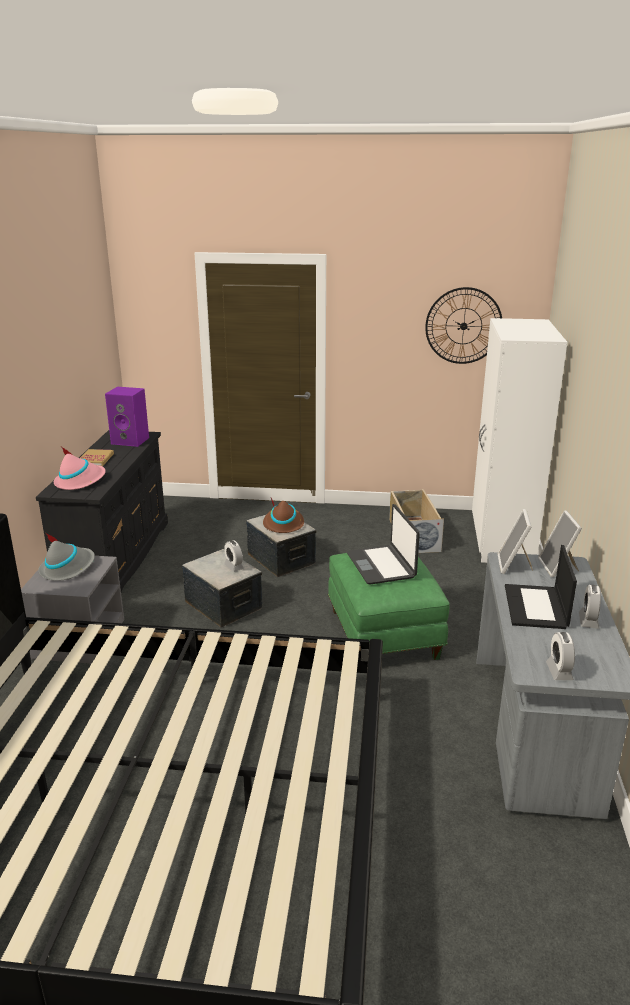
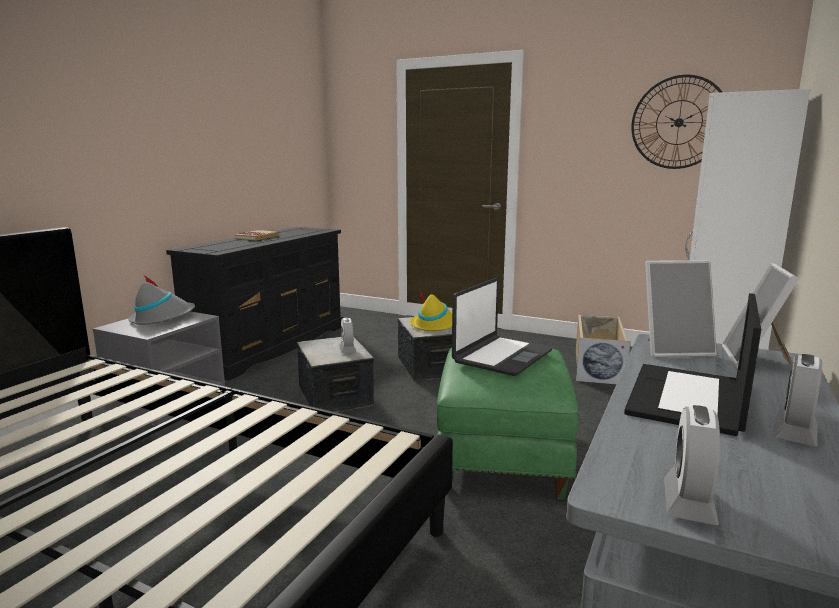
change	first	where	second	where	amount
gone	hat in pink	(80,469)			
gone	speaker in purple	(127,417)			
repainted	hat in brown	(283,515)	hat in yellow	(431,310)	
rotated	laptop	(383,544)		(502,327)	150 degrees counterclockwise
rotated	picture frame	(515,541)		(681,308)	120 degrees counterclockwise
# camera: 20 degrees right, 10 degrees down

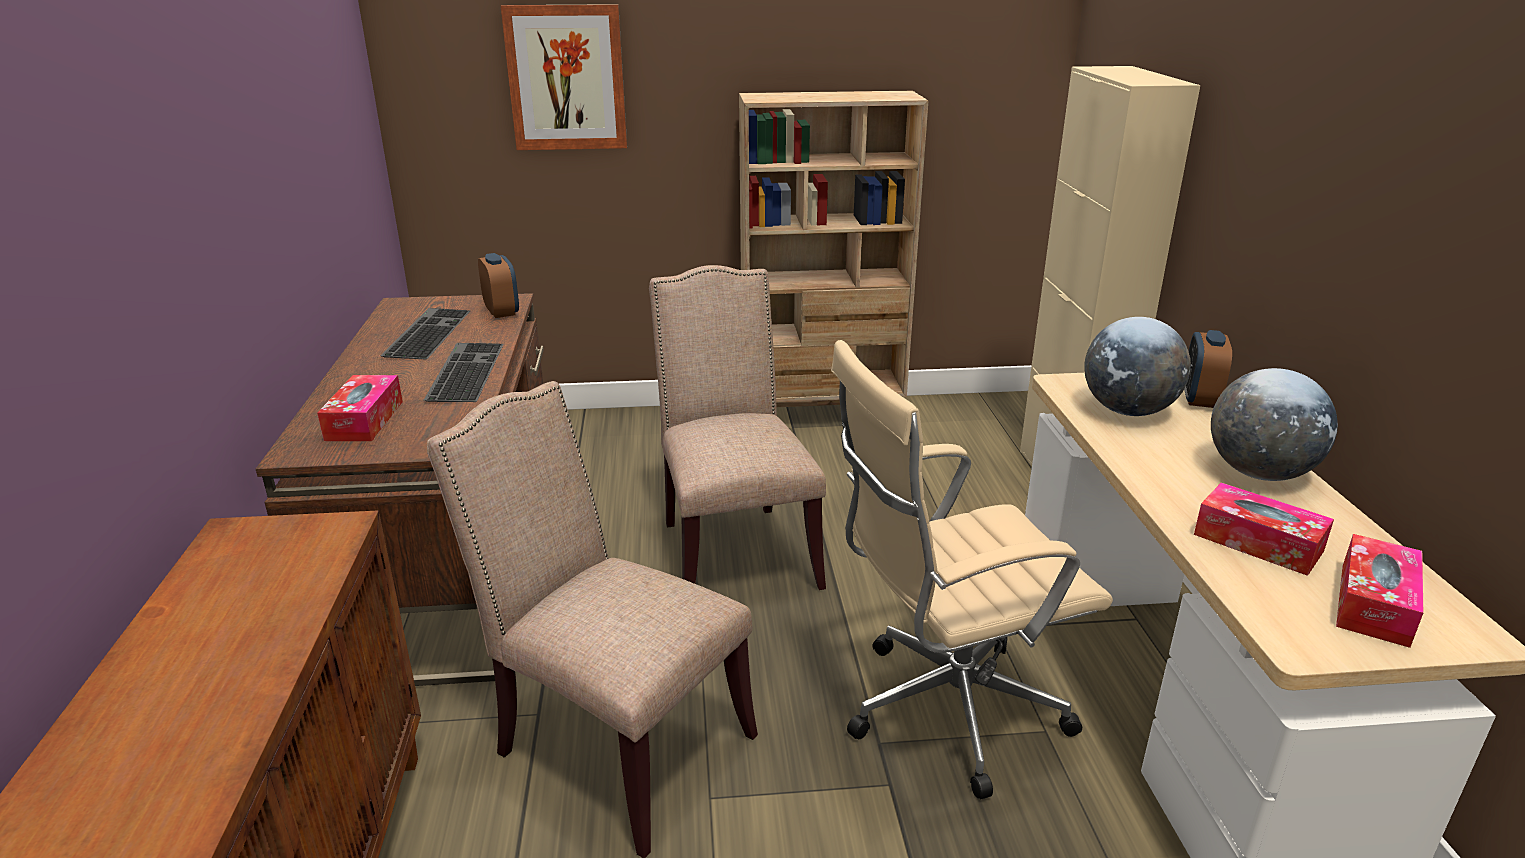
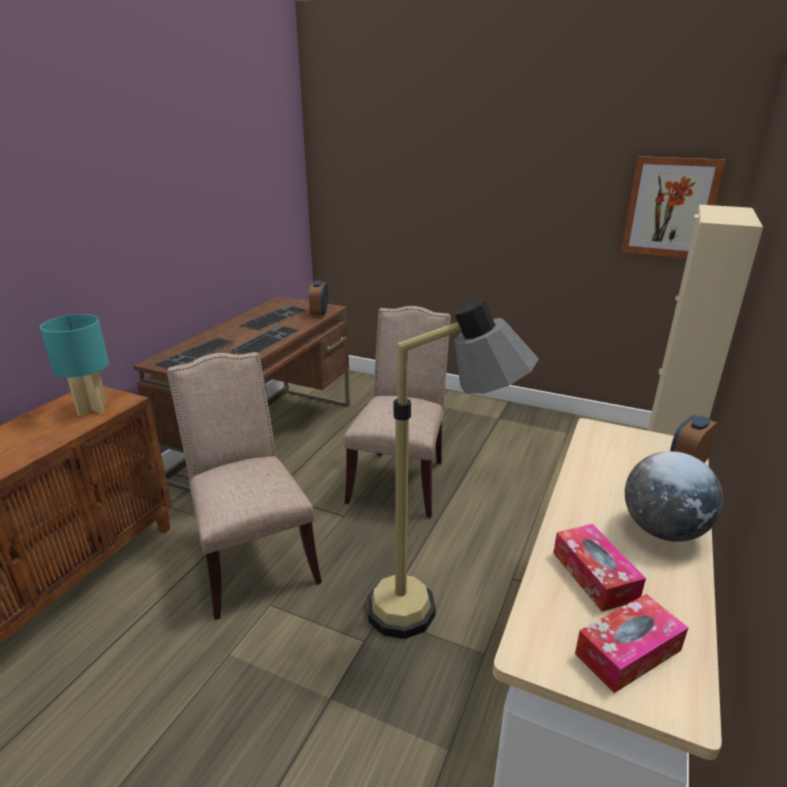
change	first	where	second	where	amount
swapped	tissue box	(360,408)	keyboard	(195,353)	
shifted	picture	(564,77)		(673,207)	
gone	bookcase in beige	(833,249)			
swapped	office chair in beige	(972,569)	floor lamp	(452,468)	
gone	globe	(1137,366)			
new			table lamp in turquoise	(74,365)	
# camera: 30 degrees right, 0 degrees up

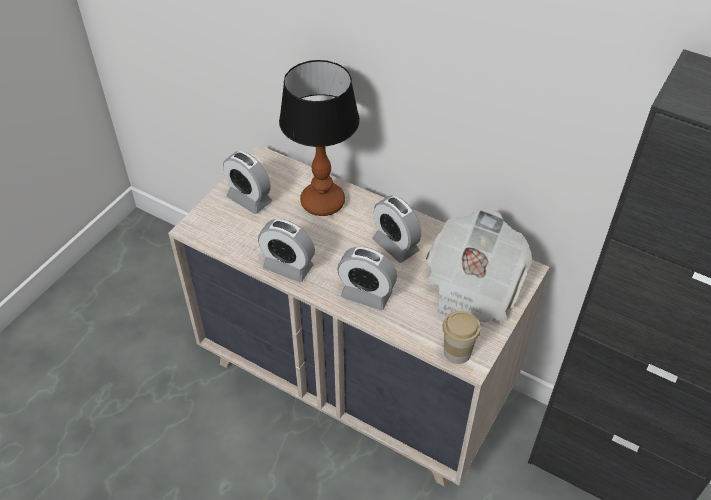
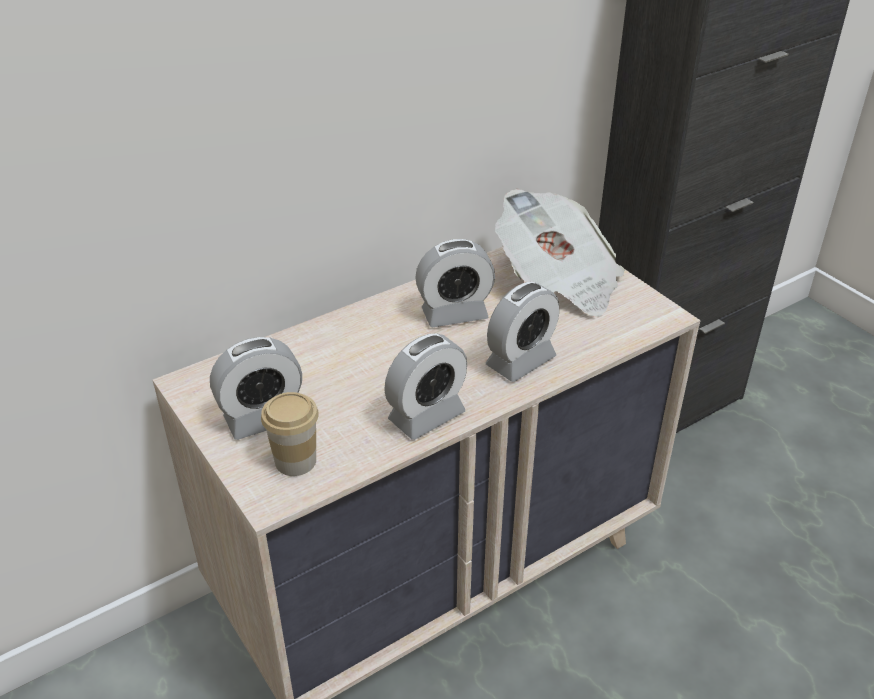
change	first	where	second	where	amount
gone	table lamp	(319,138)			
shifted	cup	(461,337)		(290,434)	
# camera: 65 degrees left, 10 degrees down

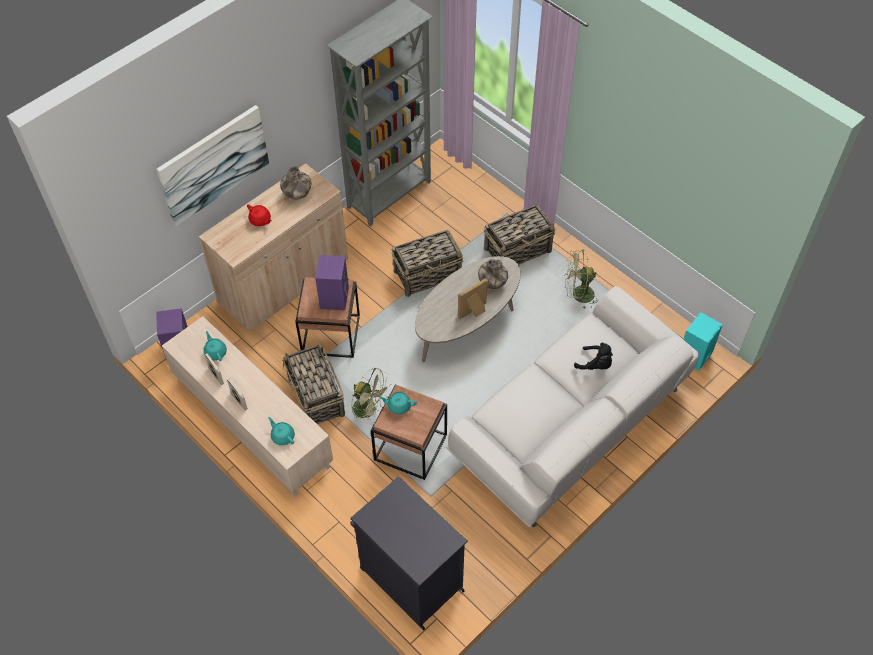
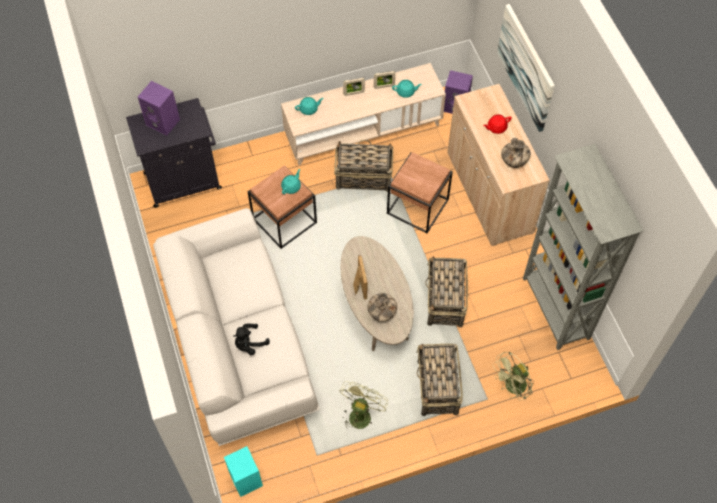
change	first	where	second	where	amount
shifted	speaker in purple	(332,282)		(159,108)	
shifted	fan in green	(371,394)		(513,376)	
# camera: 115 degrees right, 5 degrees up

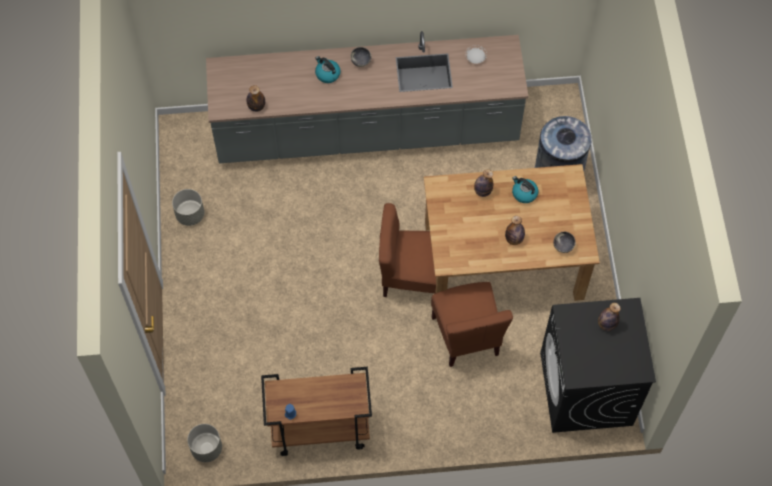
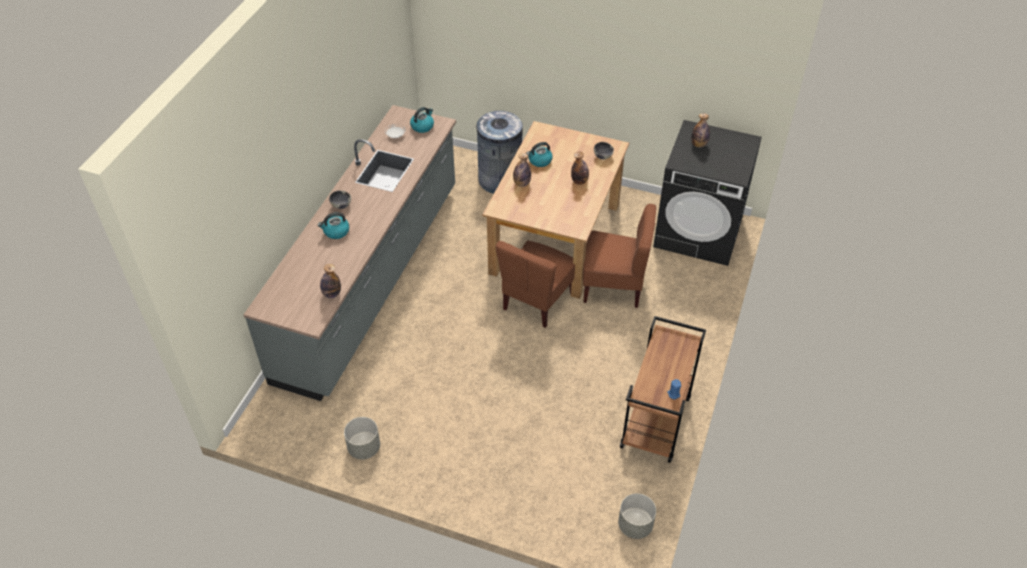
change	first	where	second	where	amount
new			kettle	(422,120)	
# camera: 65 degrees left, 15 degrees down

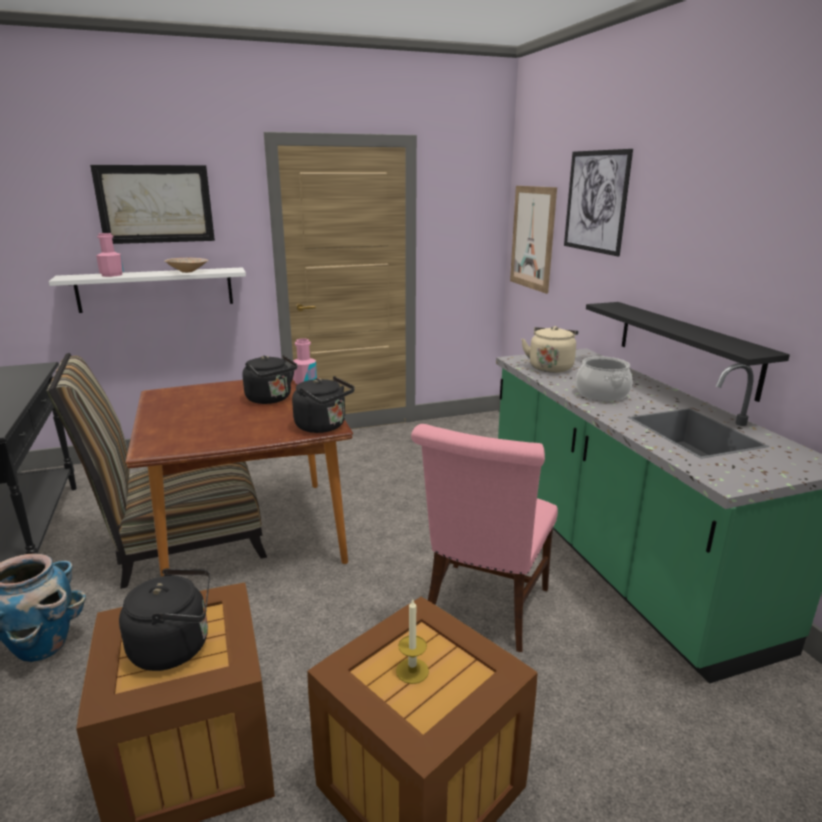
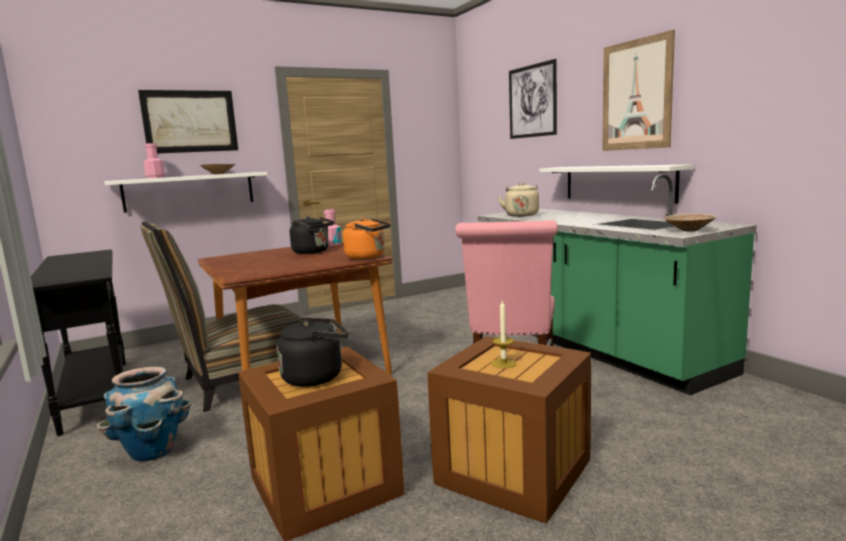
change	first	where	second	where	amount
repainted	kettle in black	(323,404)	kettle in orange	(367,239)	
shifted	picture	(533,240)		(638,90)	
gone	cooking pot	(604,378)			
repainted	shelf in black	(688,352)	shelf in white	(616,184)	
new			bowl in beige	(690,222)	
# camera: 10 degrees left, 10 degrees down

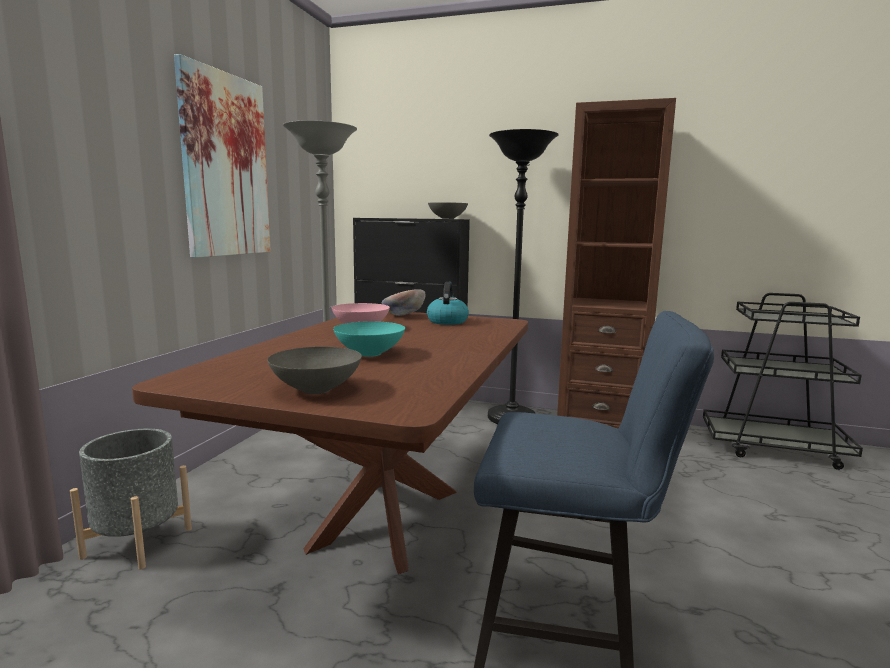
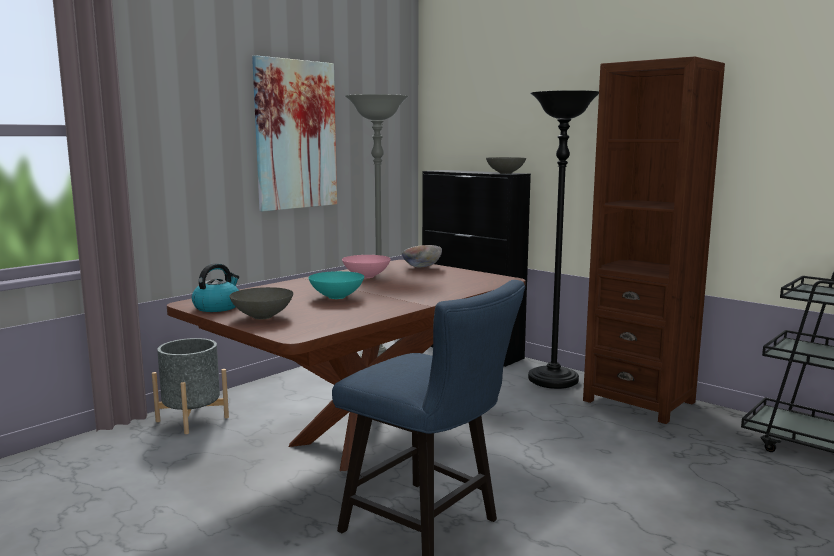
change	first	where	second	where	amount
shifted	kettle	(448,303)		(215,287)	
# camera: 25 degrees right, 0 degrees up

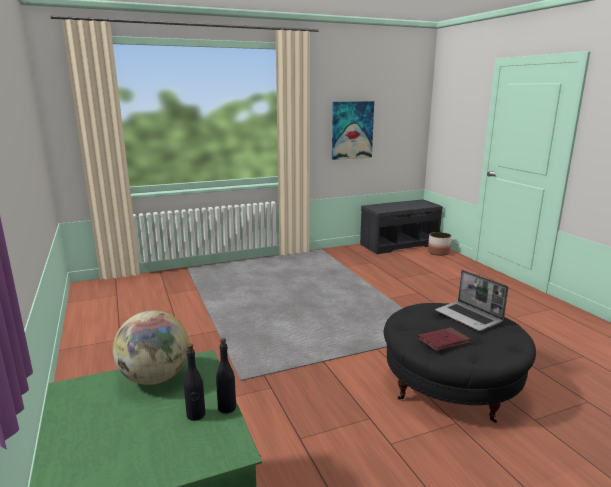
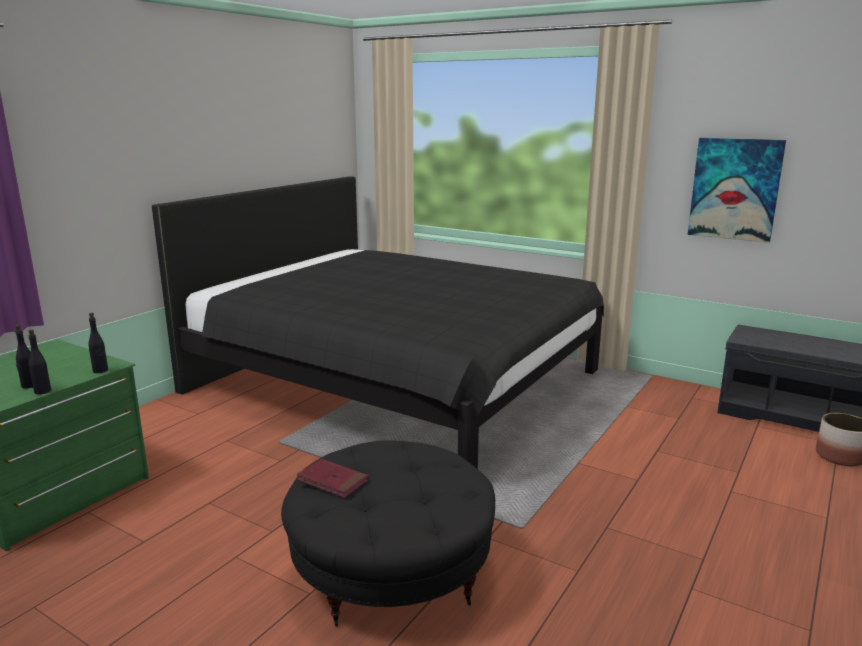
change	first	where	second	where	amount
gone	globe	(151,348)			
gone	laptop	(471,300)			
new			bottle in black	(98,343)	
new			bed in black	(378,322)	
# camera: 55 degrees right, 0 degrees up

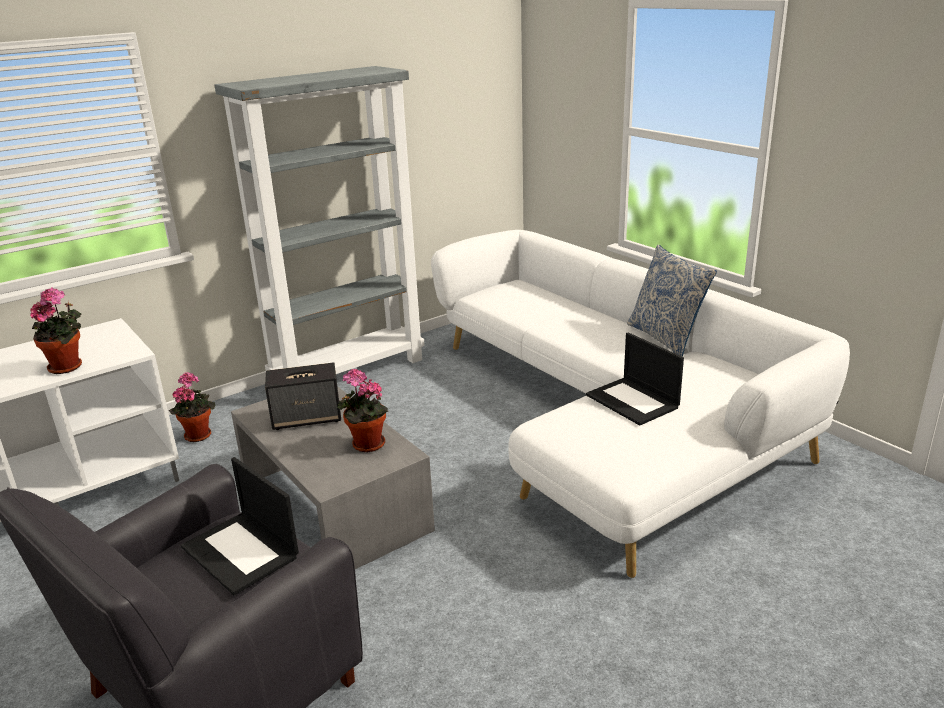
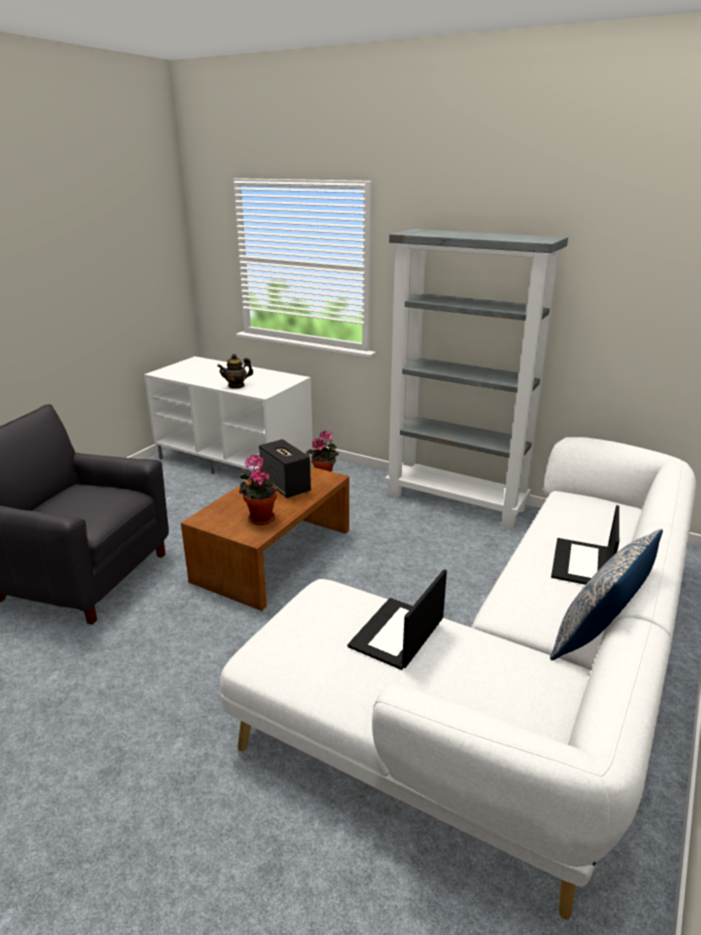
change	first	where	second	where	amount
swapped	potted plant	(56,330)	teapot	(235,371)	
shifted	laptop	(240,526)		(585,545)	
repainted	coffee table in grey	(333,477)	coffee table in brown	(265,538)	
# camera: 65 degrees right, 0 degrees up

